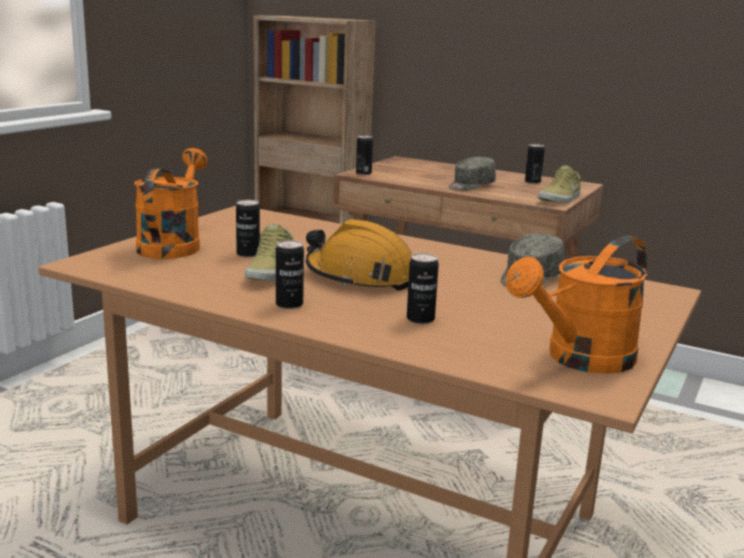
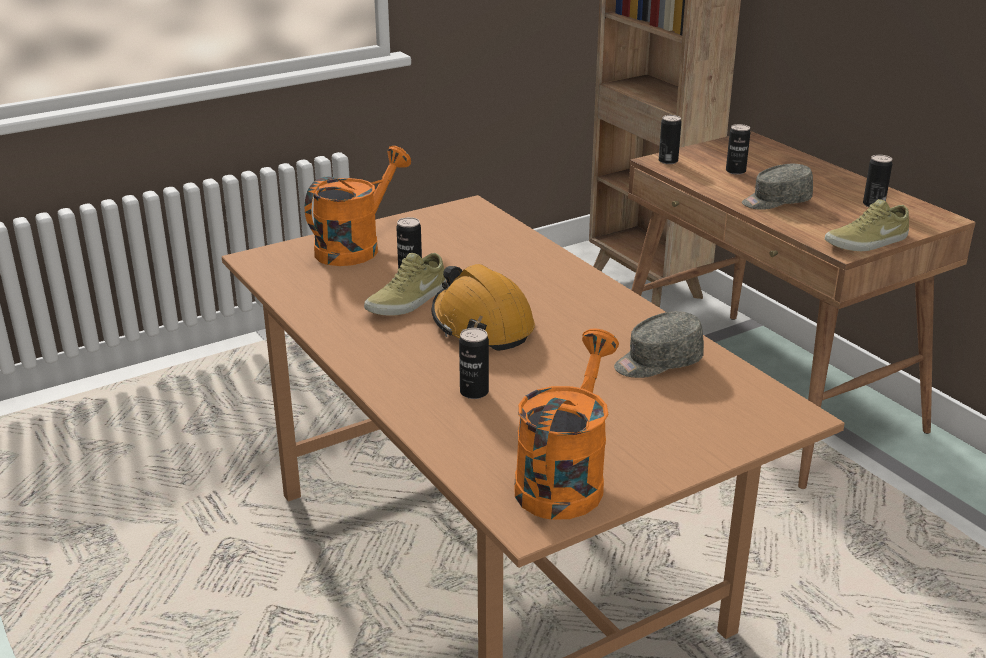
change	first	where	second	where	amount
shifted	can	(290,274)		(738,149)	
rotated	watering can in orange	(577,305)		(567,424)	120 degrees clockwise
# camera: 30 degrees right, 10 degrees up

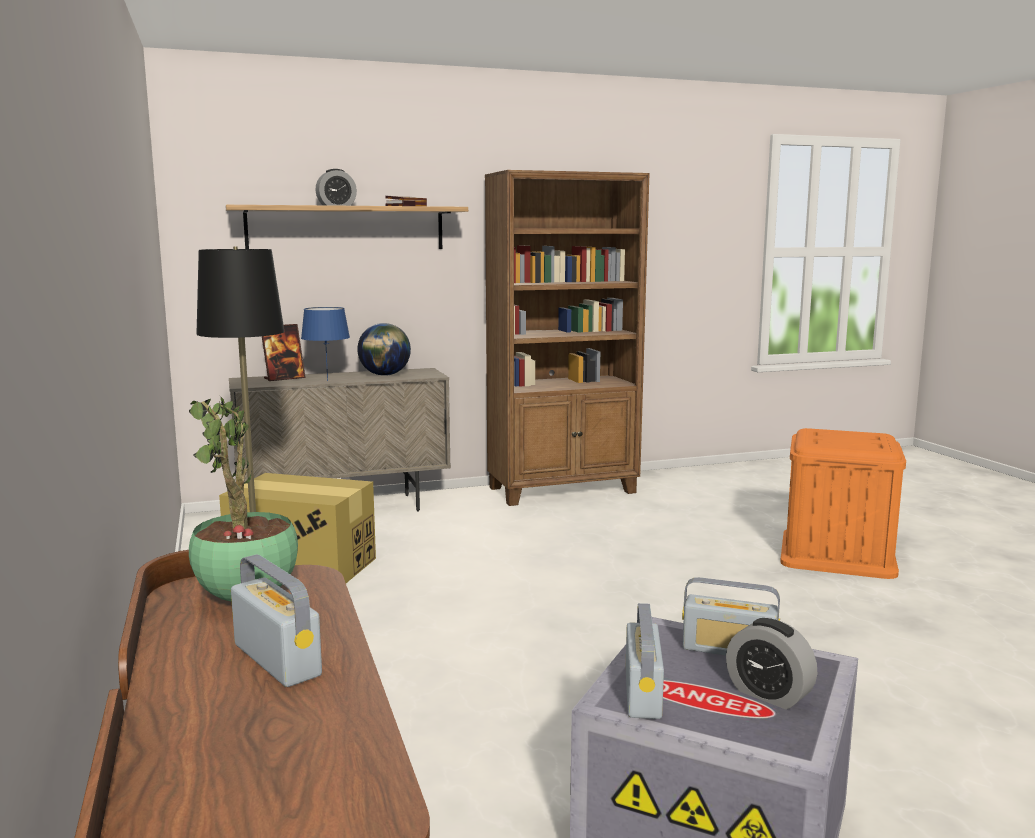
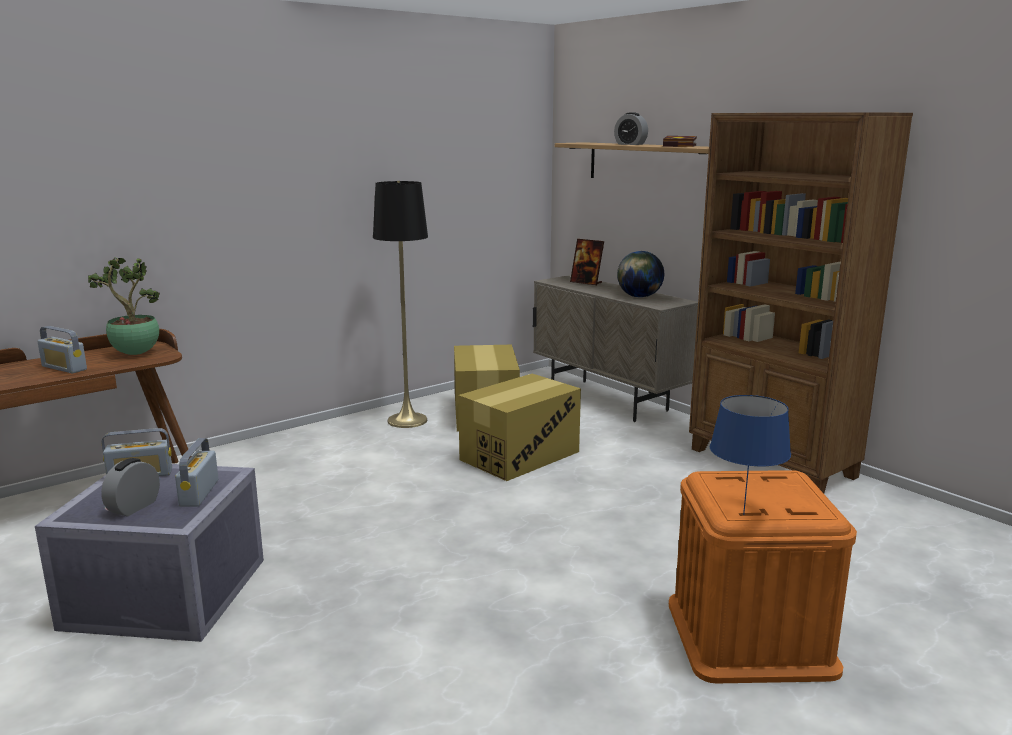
change	first	where	second	where	amount
rotated	radio	(276,620)		(62,349)	90 degrees clockwise
shifted	table lamp in blue	(325,344)		(750,455)	
new			cardboard box	(519,427)	
# camera: 70 degrees right, 5 degrees up

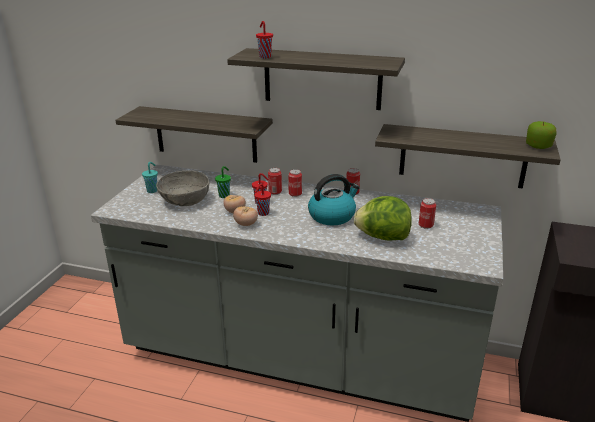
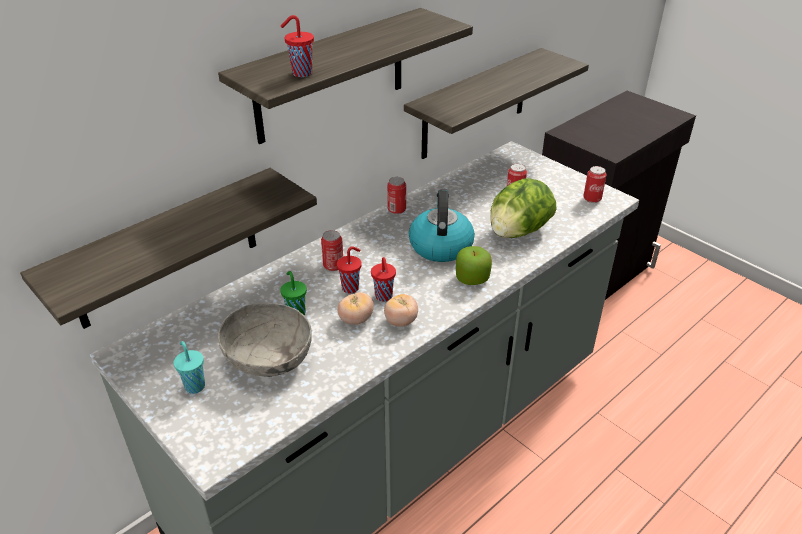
change	first	where	second	where	amount
shifted	can	(295,183)		(595,184)	
shifted	apple	(541,135)		(474,265)	
# camera: 60 degrees left, 10 degrees up

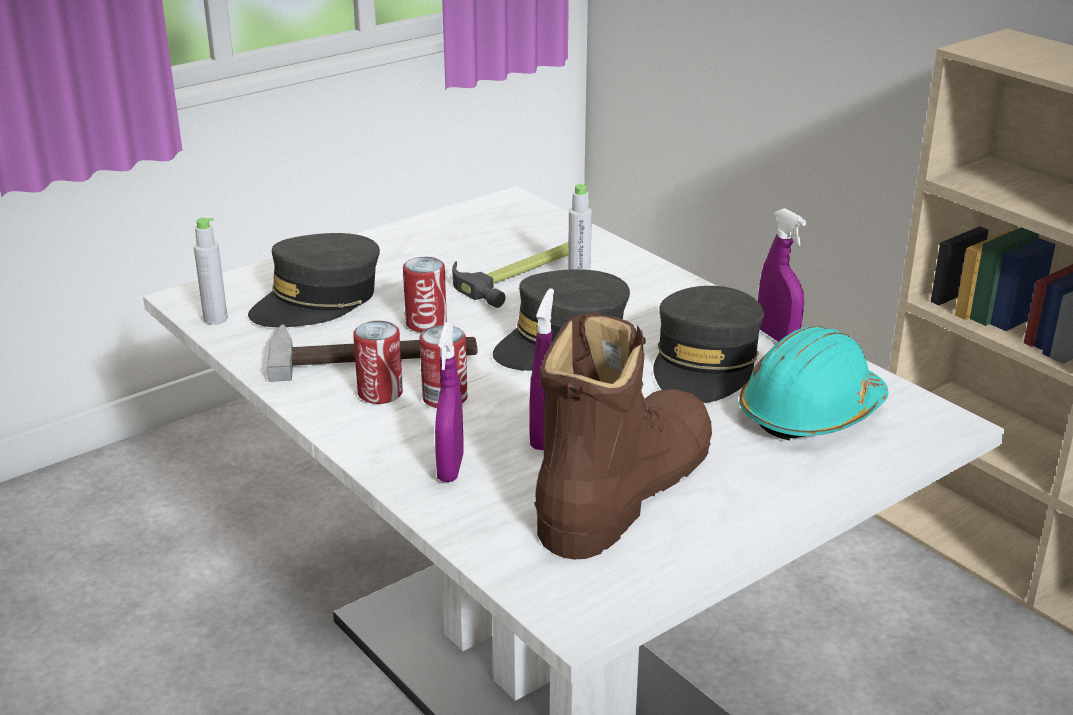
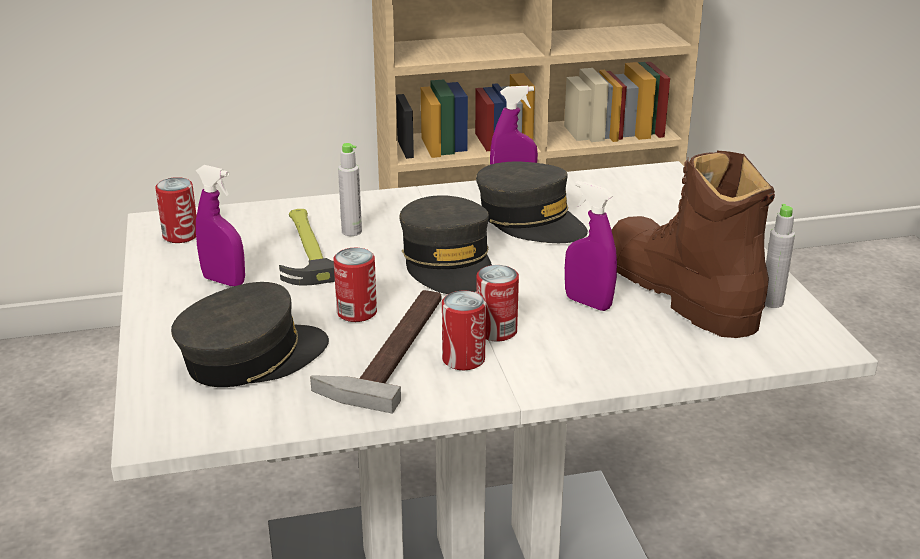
change	first	where	second	where	amount
shifted	bottle in grey	(211,271)		(780,256)	
rotated	cap in grey	(314,280)		(250,334)	105 degrees counterclockwise
shifted	spray bottle in purple	(449,402)		(220,225)	
gone	hard hat in turquoise	(814,383)			
new			can	(176,210)	
# camera: 65 degrees left, 0 degrees up

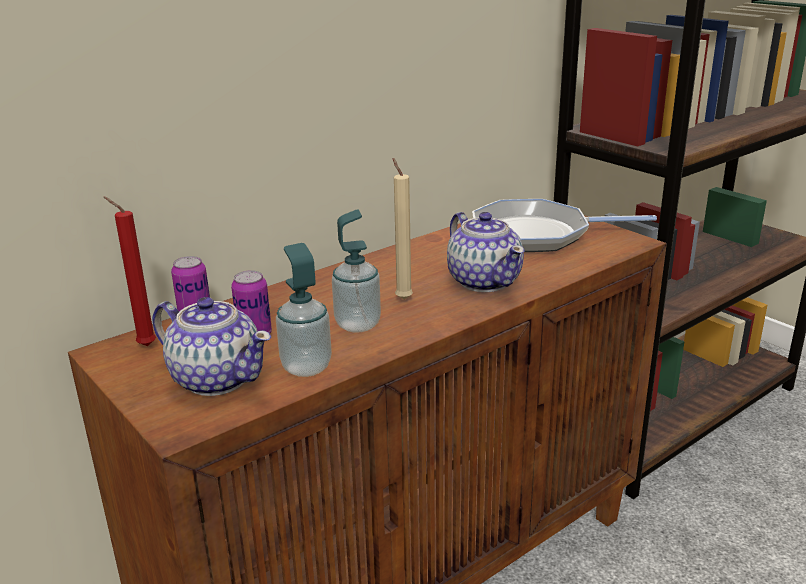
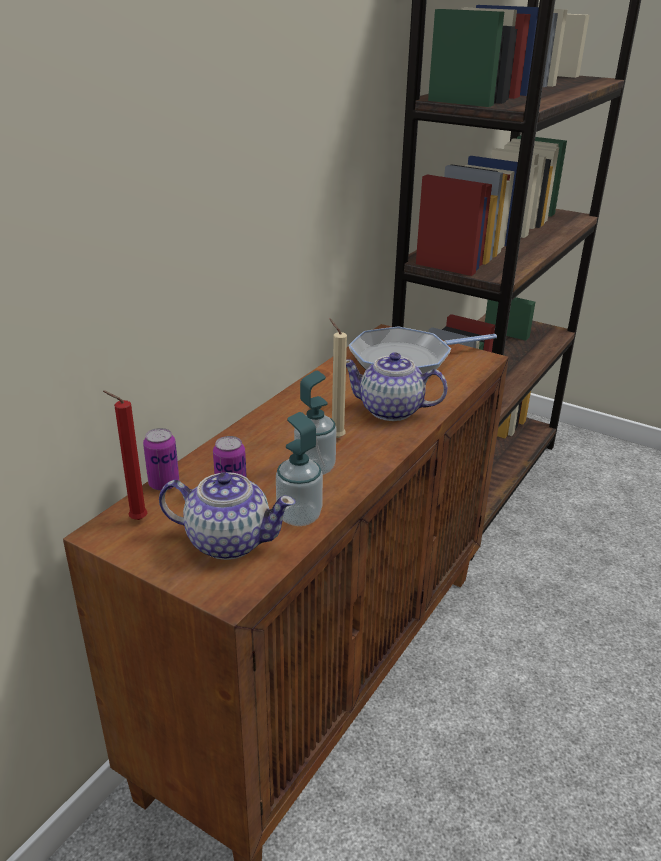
change	first	where	second	where	amount
rotated	teapot	(485,252)		(397,386)	150 degrees clockwise
# camera: 20 degrees left, 5 degrees up

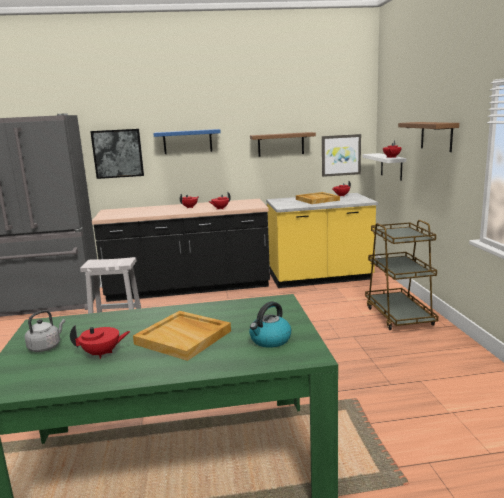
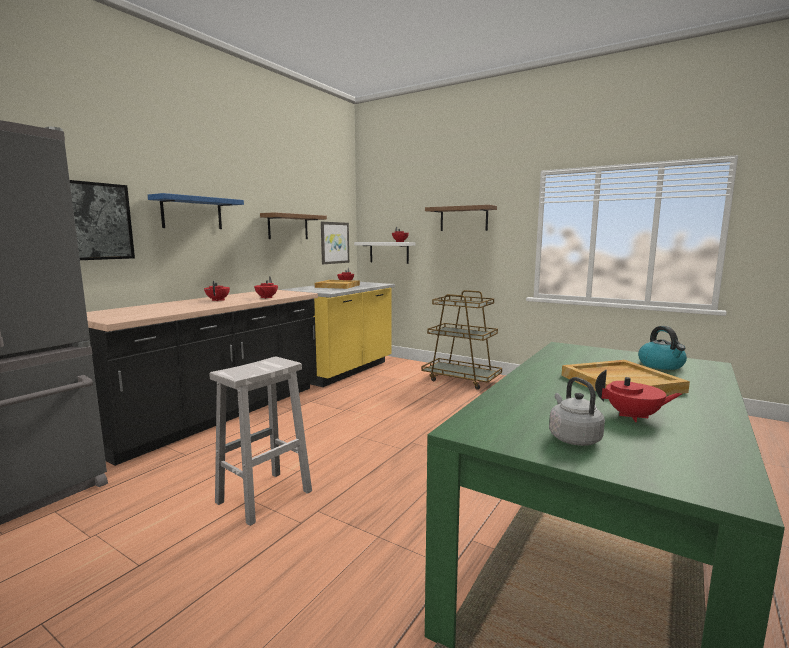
change	first	where	second	where	amount
rotated	teapot in red	(100,342)		(638,396)	75 degrees clockwise
# camera: 50 degrees left, 5 degrees down

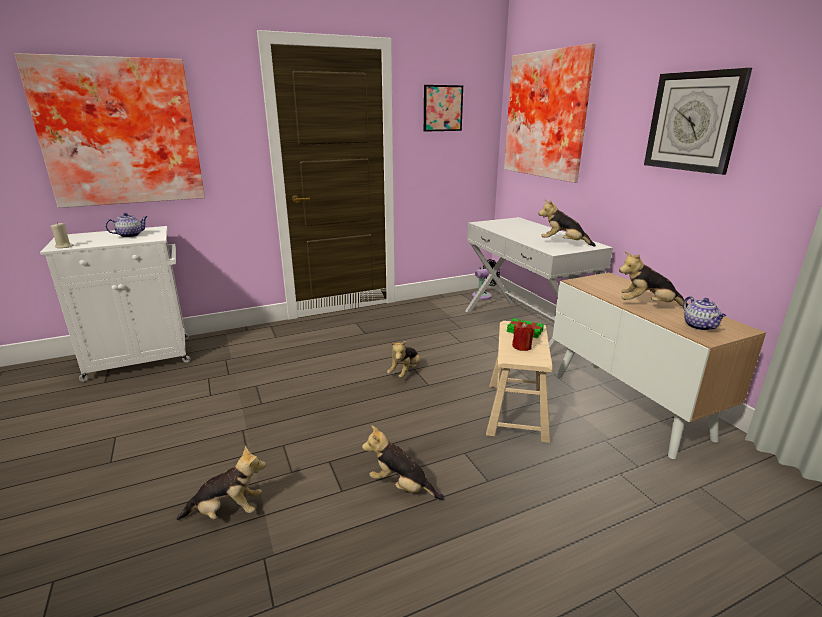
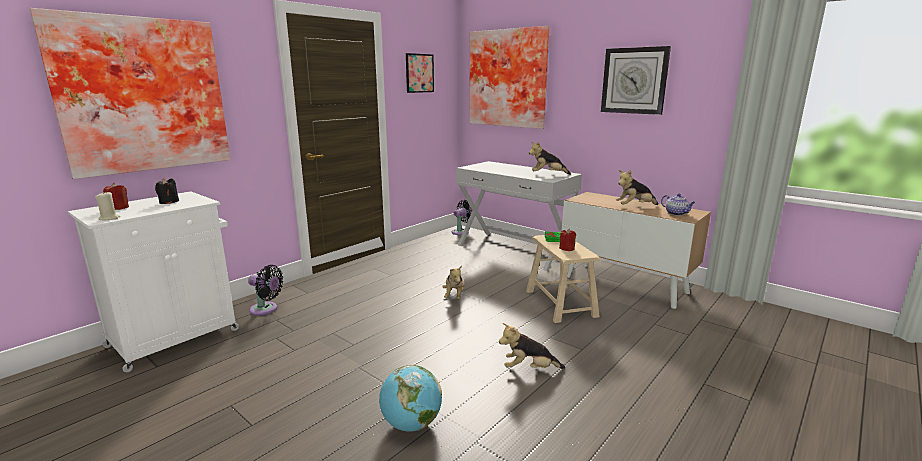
change	first	where	second	where	amount
swapped	teapot	(126,225)	candle in black	(167,191)	
swapped	plush toy	(221,483)	globe	(410,398)	
new			candle in red	(116,196)	
new			fan in black	(265,290)	
# camera: 25 degrees left, 5 degrees down

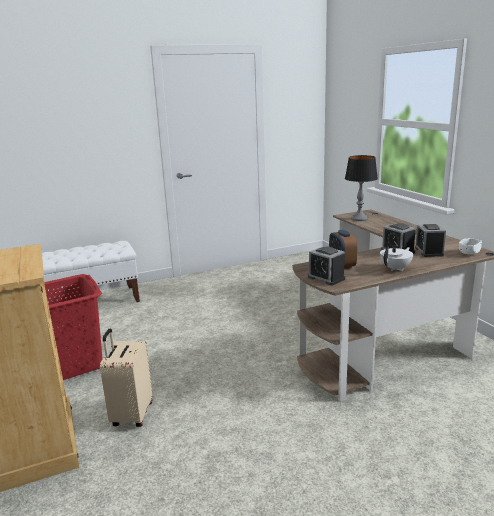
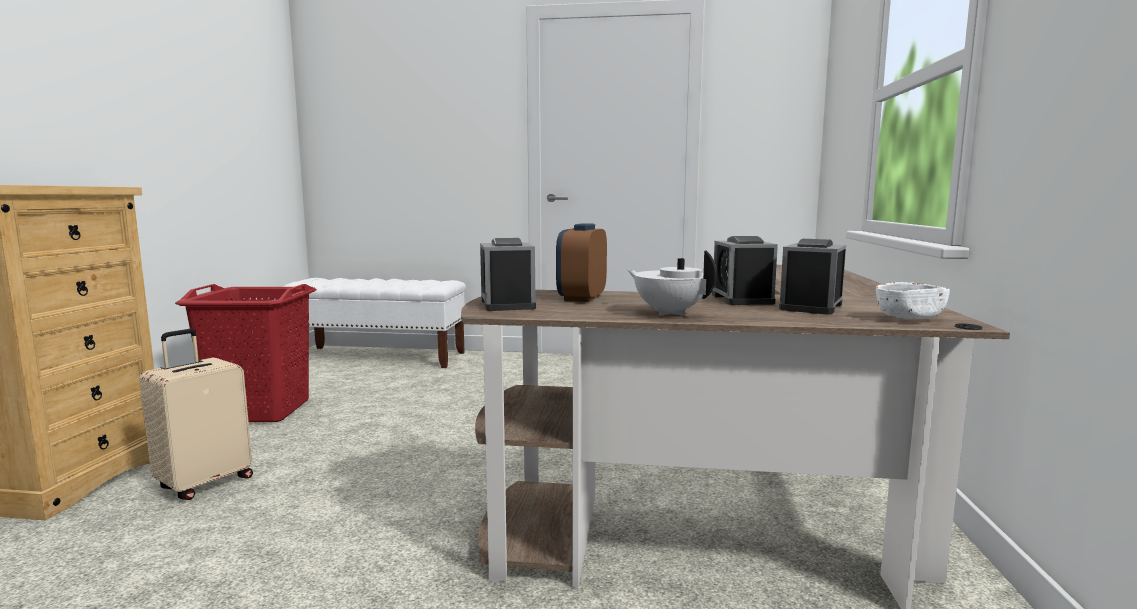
change	first	where	second	where	amount
gone	table lamp	(361,188)			
rotated	teapot in white	(396,259)		(672,283)	120 degrees counterclockwise
# camera: 30 degrees right, 10 degrees down

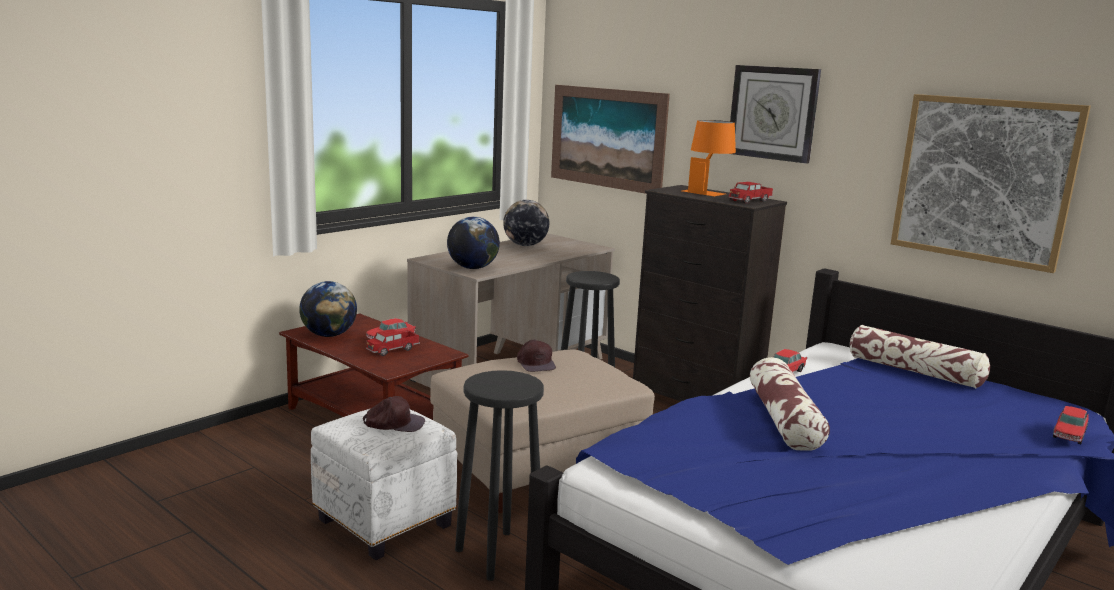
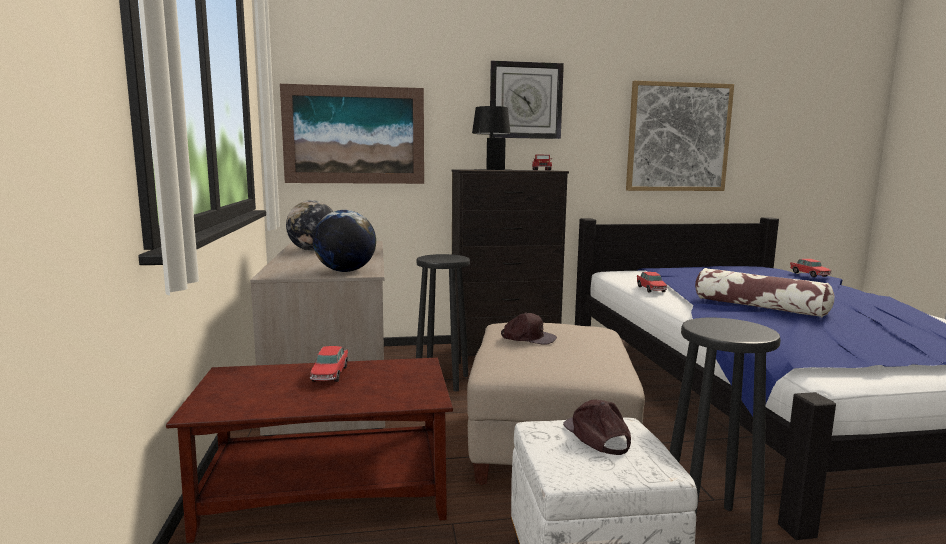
change	first	where	second	where	amount
gone	globe	(328,309)			
rotated	cap in brown	(394,414)		(597,427)	60 degrees counterclockwise
gone	toy truck	(393,342)			
repainted	table lamp in orange	(709,158)	table lamp in black	(491,138)	
gone	pillow	(920,357)			
# camera: 50 degrees left, 5 degrees down

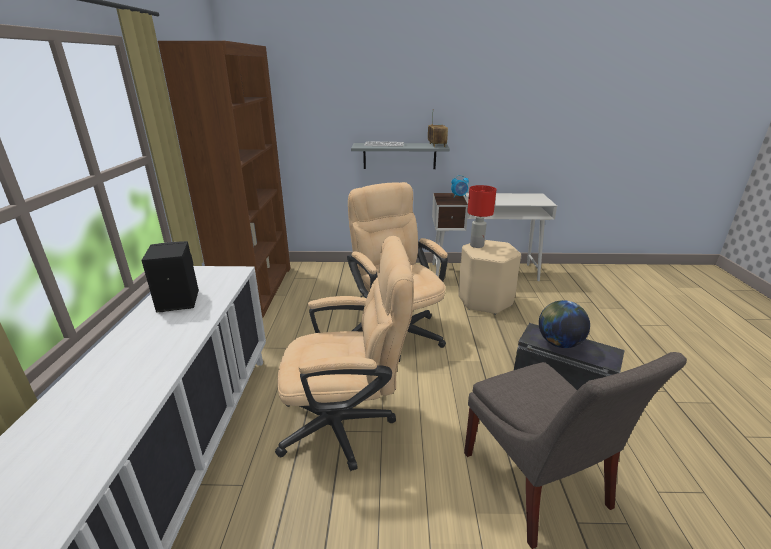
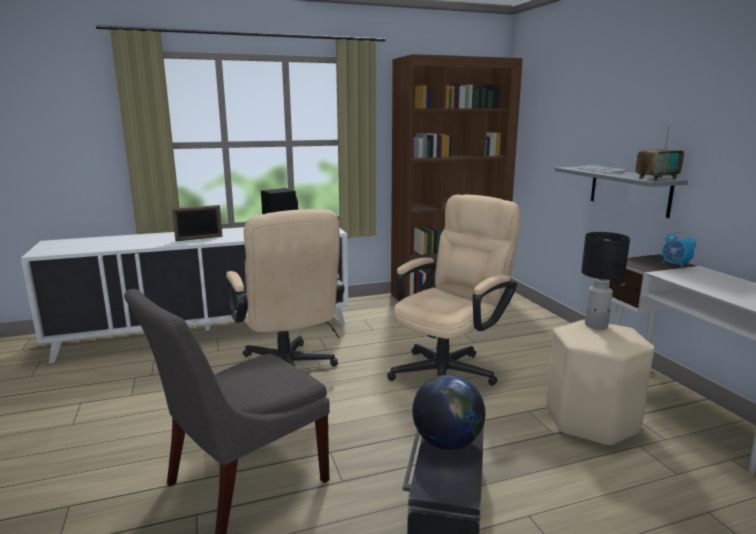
change	first	where	second	where	amount
repainted	table lamp in red	(482,216)	table lamp in black	(605,280)	
new			picture frame	(197,223)	
# camera: 70 degrees right, 10 degrees down

